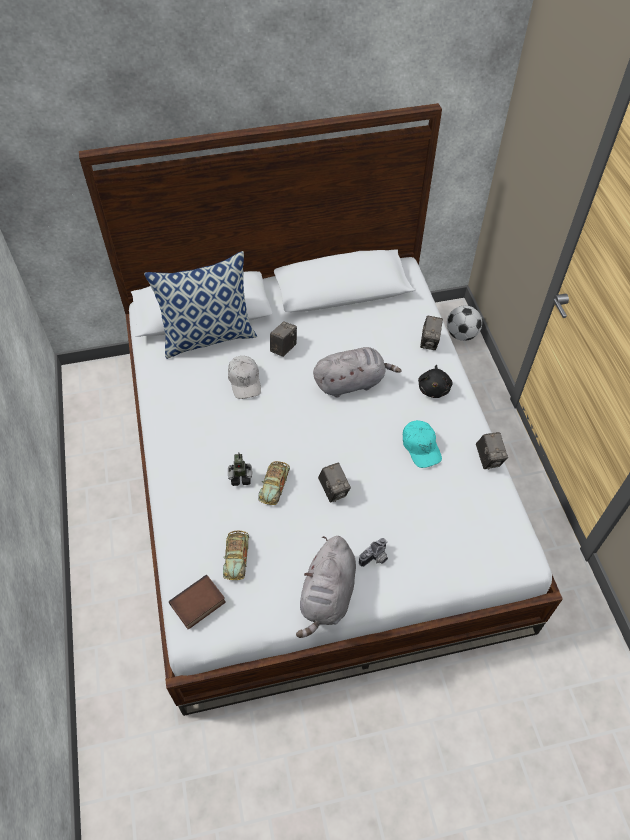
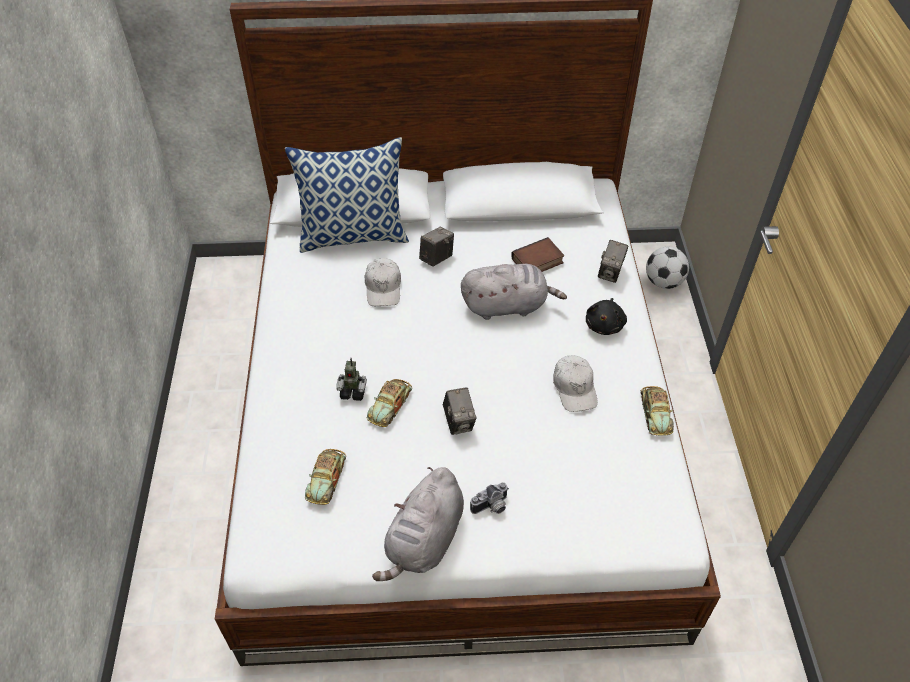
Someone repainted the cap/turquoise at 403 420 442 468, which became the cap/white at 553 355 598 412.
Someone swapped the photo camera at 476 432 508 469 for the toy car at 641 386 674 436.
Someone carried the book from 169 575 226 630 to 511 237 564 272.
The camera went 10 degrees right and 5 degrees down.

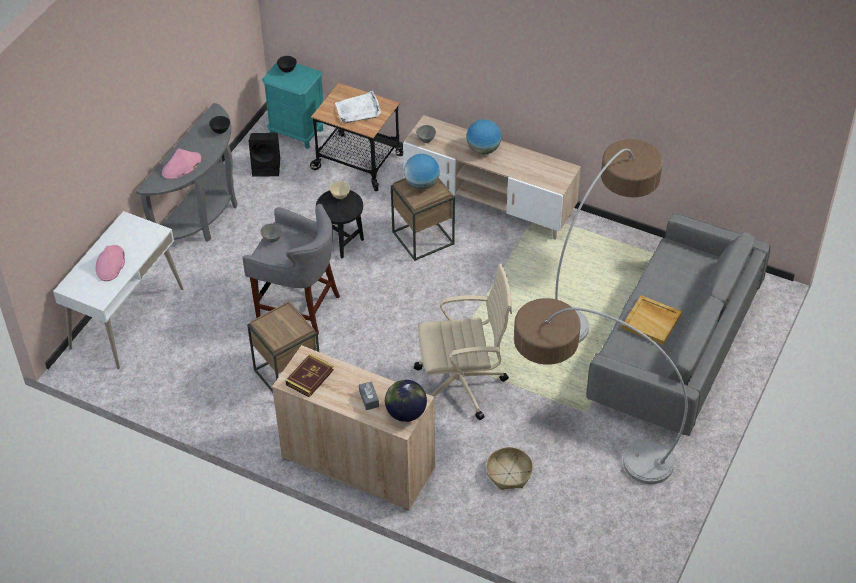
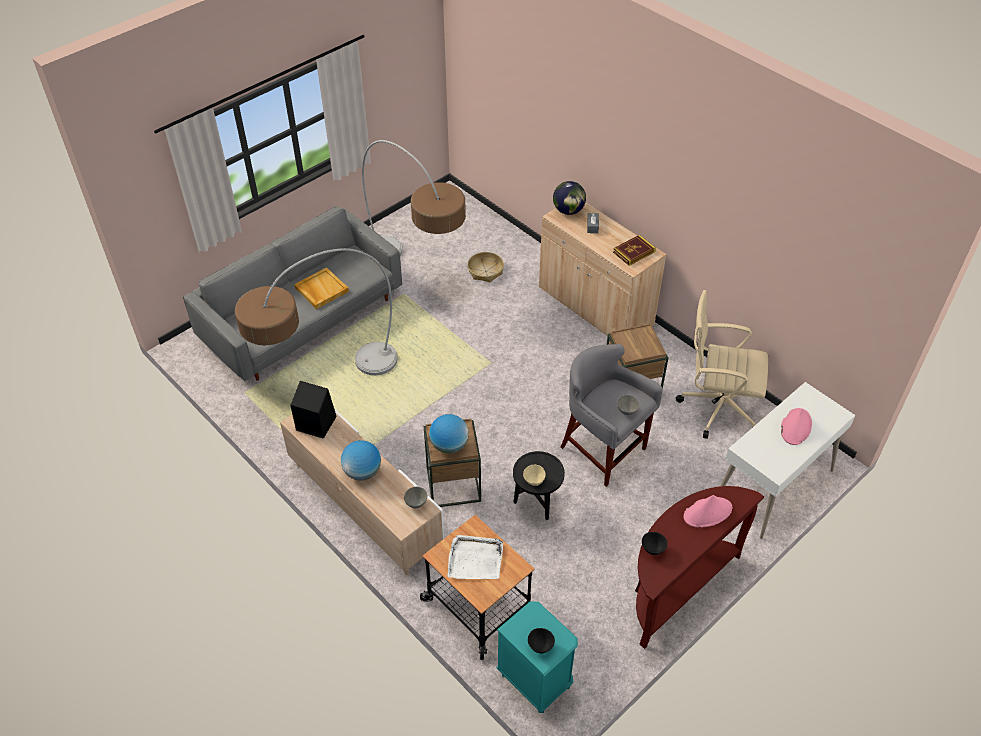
Someone repainted the console table/grey at 136 103 238 242, which became the console table/brown at 635 486 764 649.
Someone carried the speaker/black from 249 133 280 177 to 290 381 337 439.
Someone carried the office chair/beige from 414 263 512 420 to 676 290 768 439.
The camera went 160 degrees left and 0 degrees up.

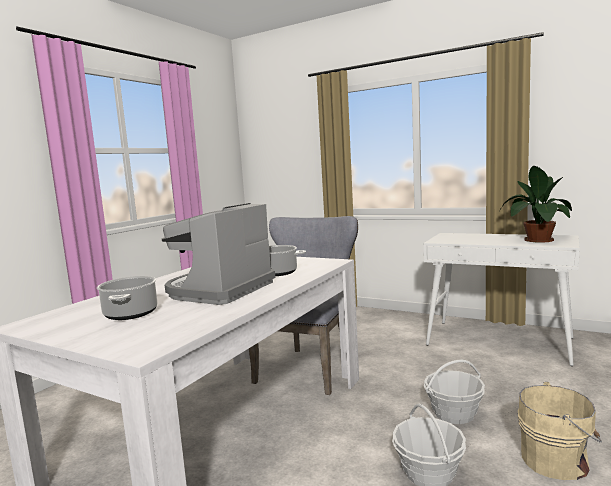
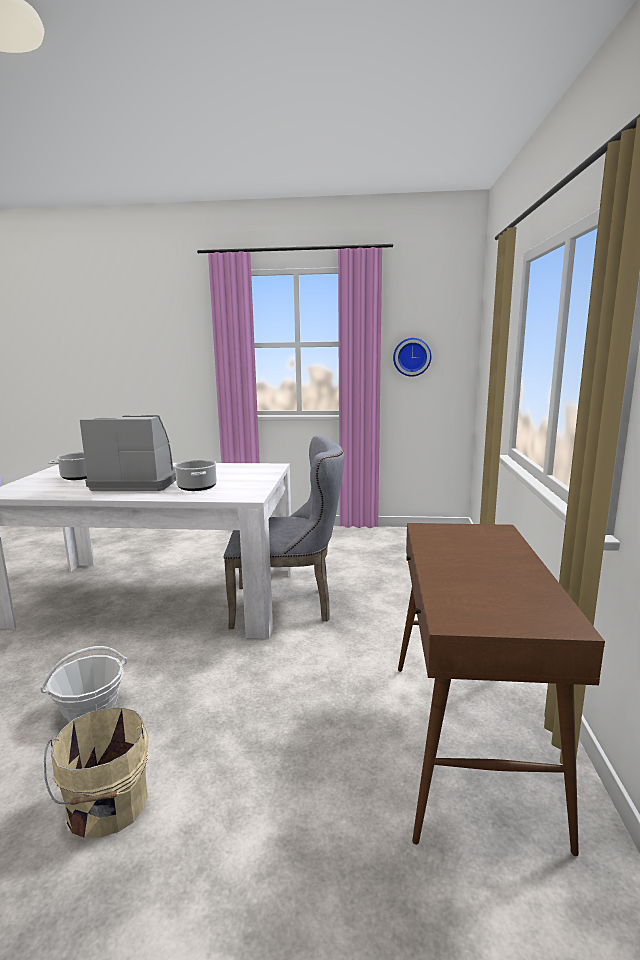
Someone took away the potted plant at 499 166 572 243.
Someone repainted the console table/white at 424 233 580 366, which became the console table/brown at 398 523 605 856.
Someone took away the basket at 424 360 485 424.
Someone put up the wall clock at 393 338 431 377.
The camera went 65 degrees right and 5 degrees up.

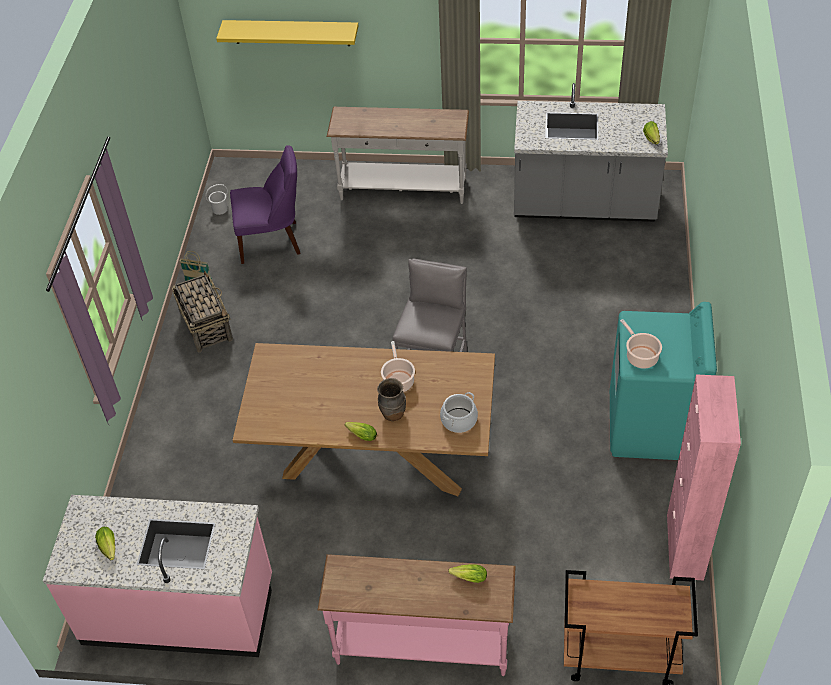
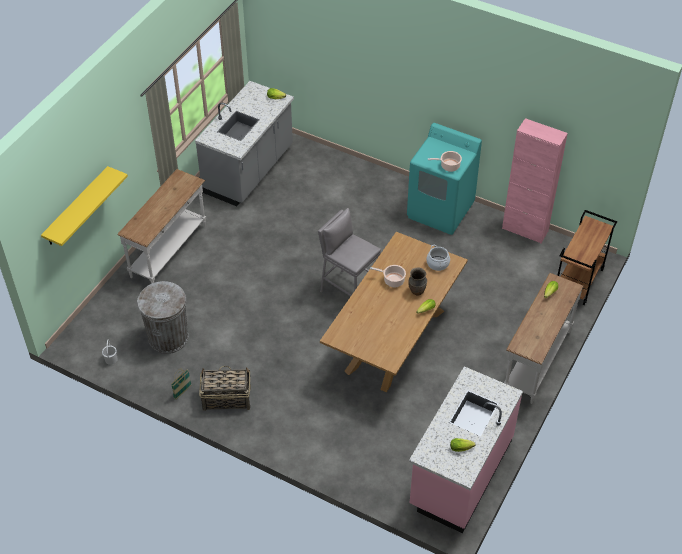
Someone swapped the chair/purple at 230 146 301 264 for the trash can/grey at 137 281 188 354.
Someone repainted the console table/pink at 318 554 516 676, which became the console table/white at 504 273 583 404.
The camera went 70 degrees left and 0 degrees up.

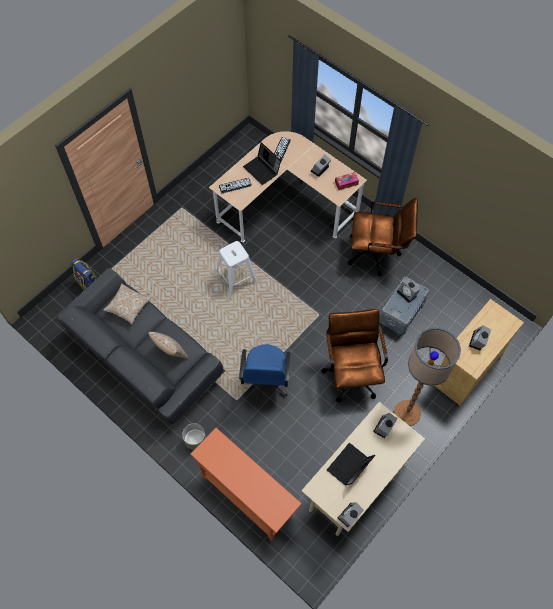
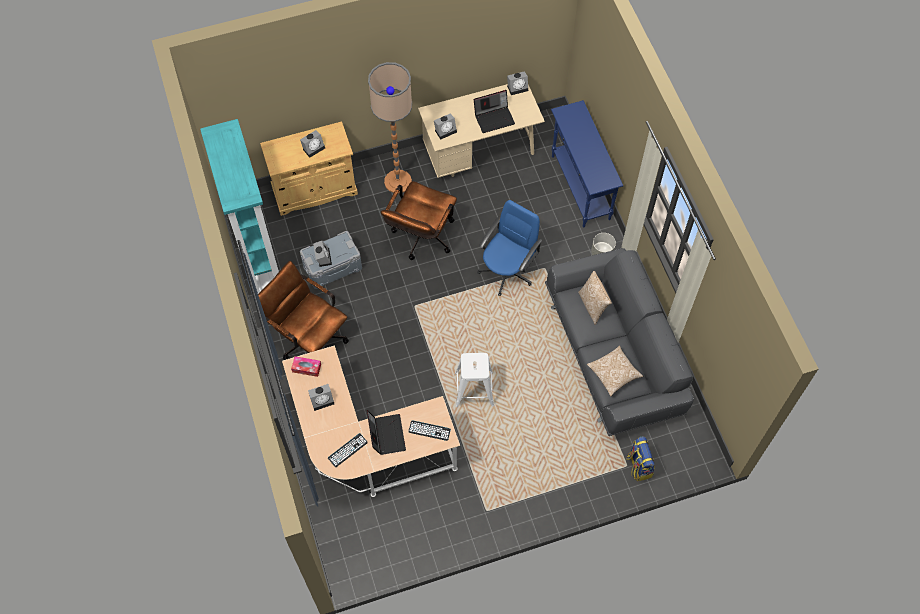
Someone repainted the console table/orange at 190 428 302 541, which became the console table/blue at 551 100 623 227.
Someone put down the bookcase/turquoise at 200 119 279 293.
The camera went 150 degrees left and 0 degrees up.

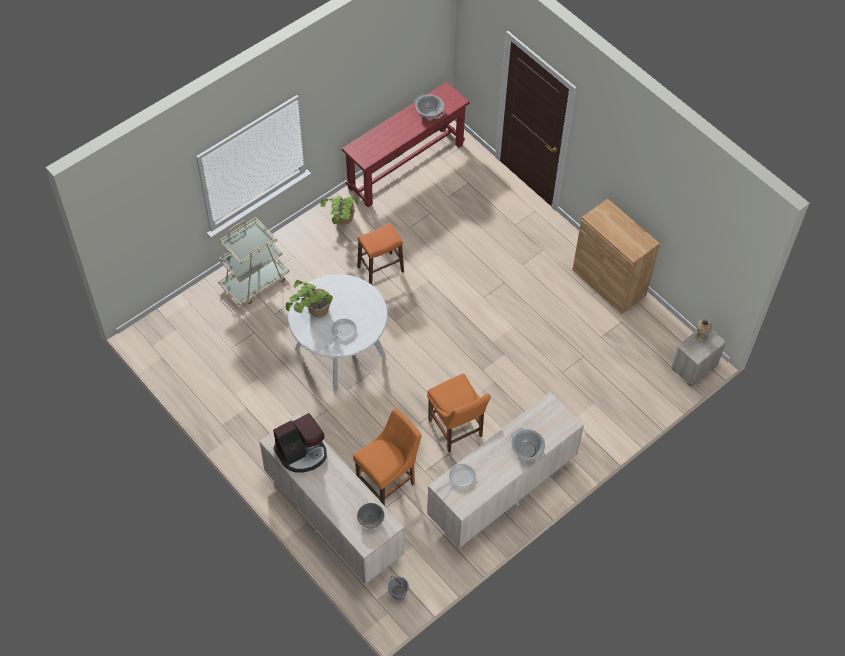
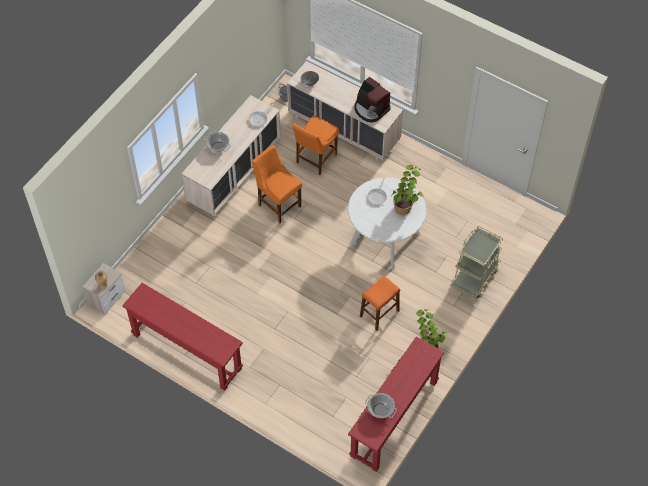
Someone swapped the cabinet/brown at 572 199 660 314 for the console table/red at 122 283 243 391.
Someone rotated the coffee machine at 273 413 327 473 by 90 degrees counterclockwise.
The camera went 165 degrees right and 0 degrees up.

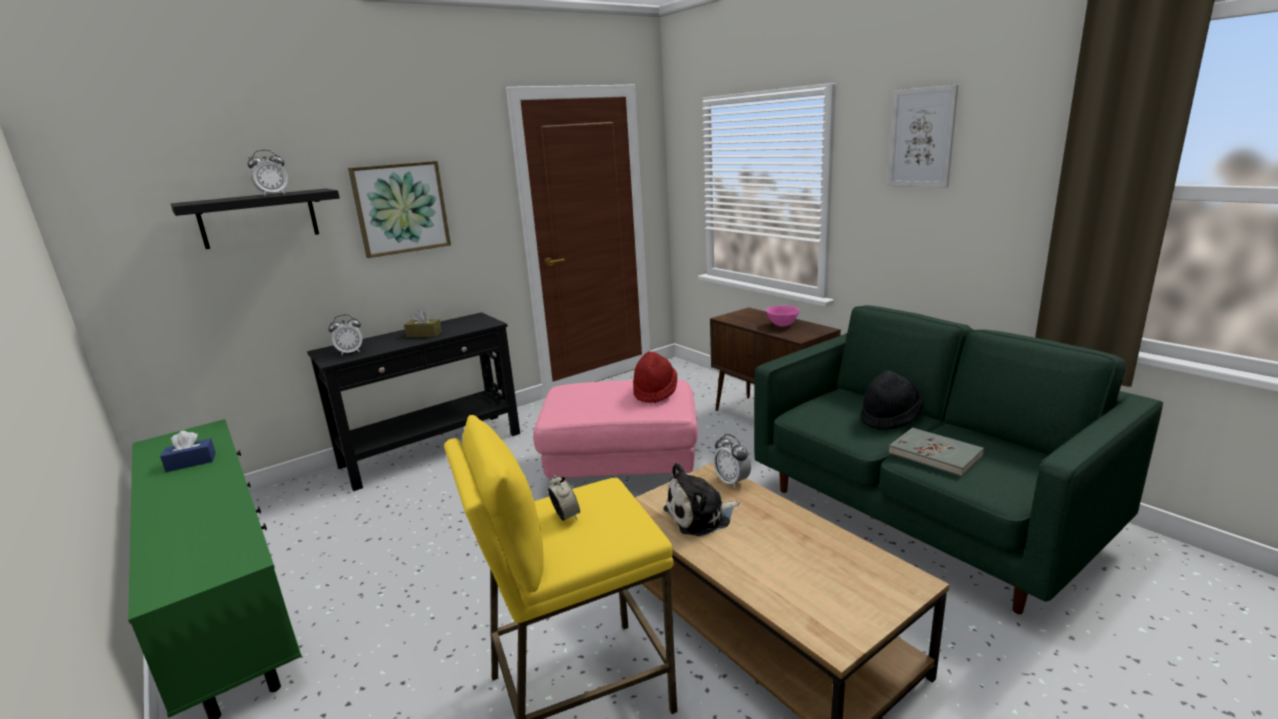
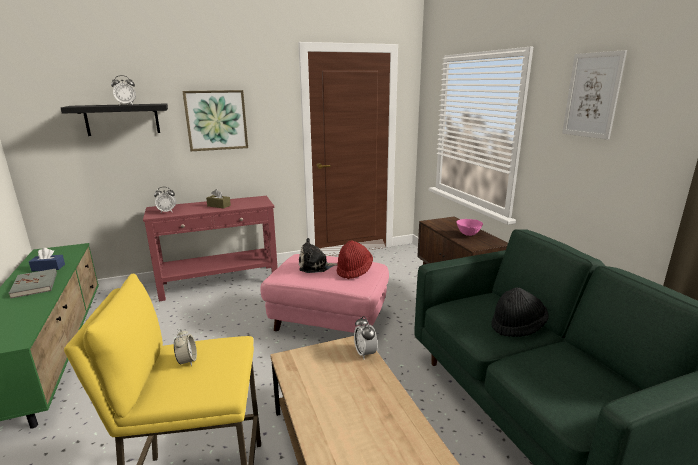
Someone repainted the console table/black at 307 312 520 491, which became the console table/red at 143 196 278 302.
Someone carried the book/grey from 889 428 984 477 to 9 269 57 299.
Someone carried the plush toy from 664 463 740 536 to 299 238 337 273.
The camera went 15 degrees right and 0 degrees up.

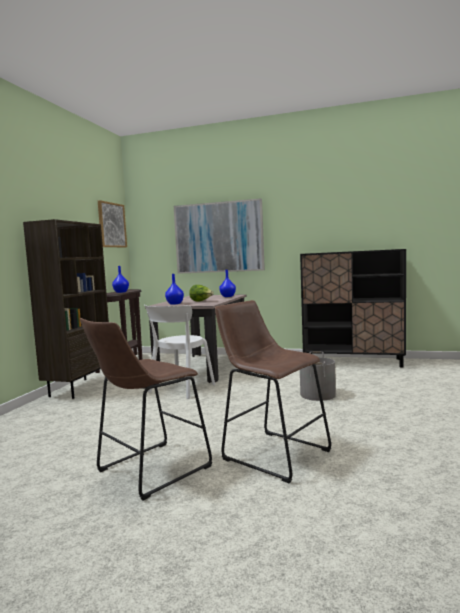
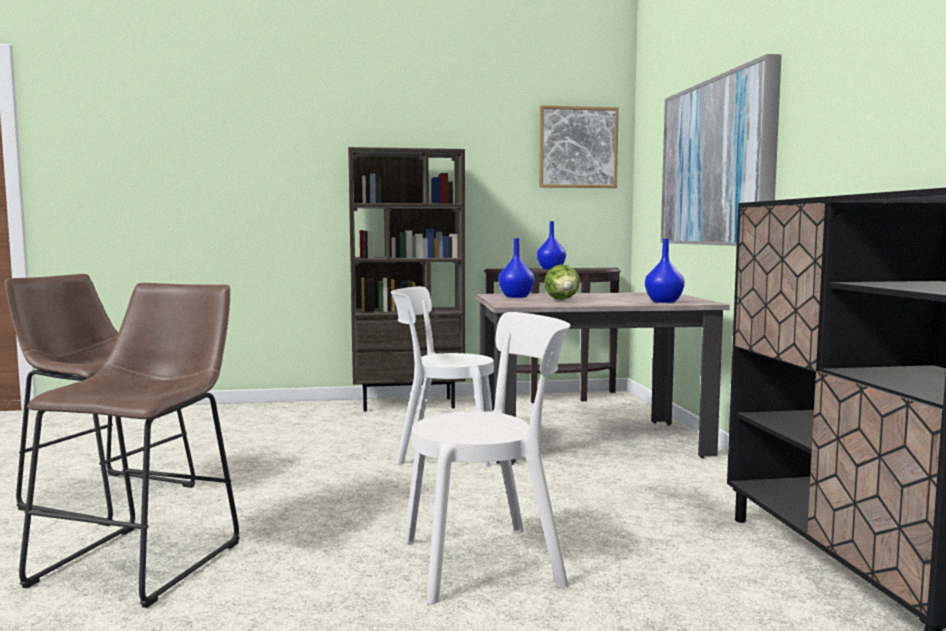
Someone swapped the bucket/grey at 300 351 336 401 for the chair/white at 404 312 571 604.
The camera went 65 degrees right and 0 degrees up.

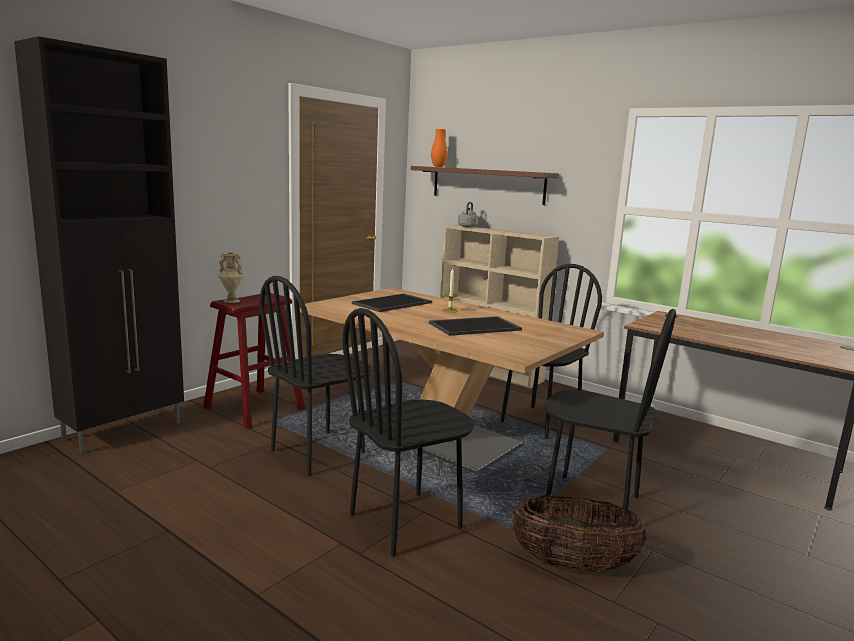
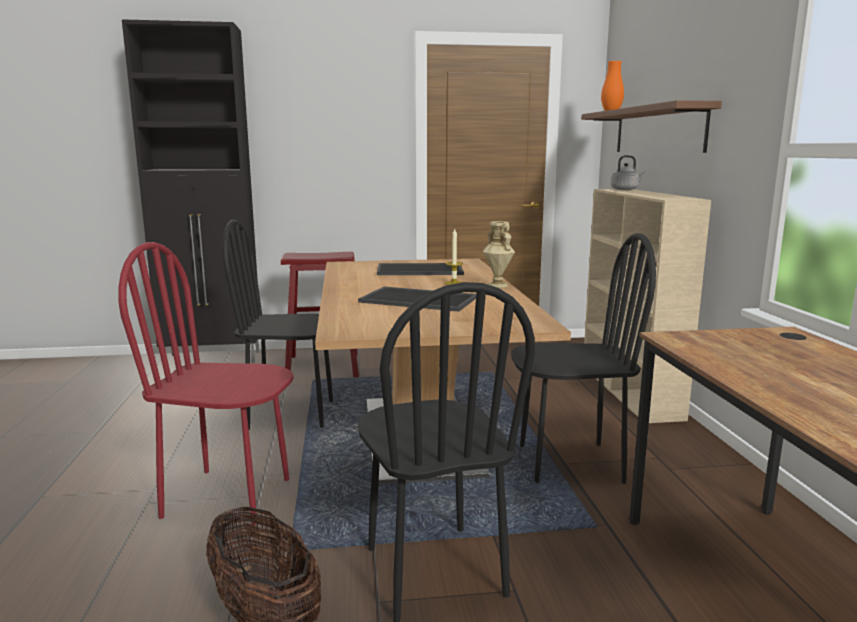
Someone carried the vase/beige from 218 252 244 303 to 483 221 515 288.
Someone repainted the chair/black at 342 308 474 557, which became the chair/red at 118 242 294 525.
The camera went 45 degrees right and 0 degrees up.

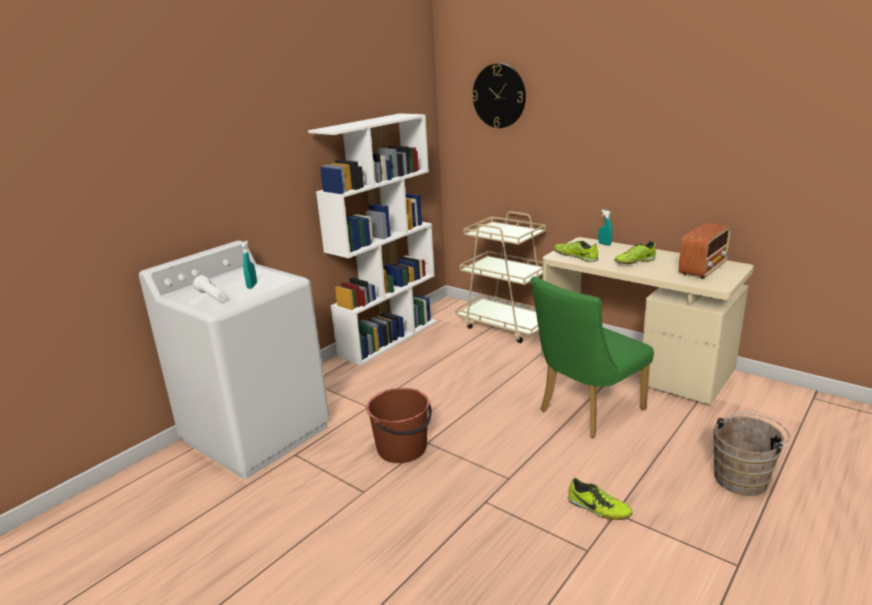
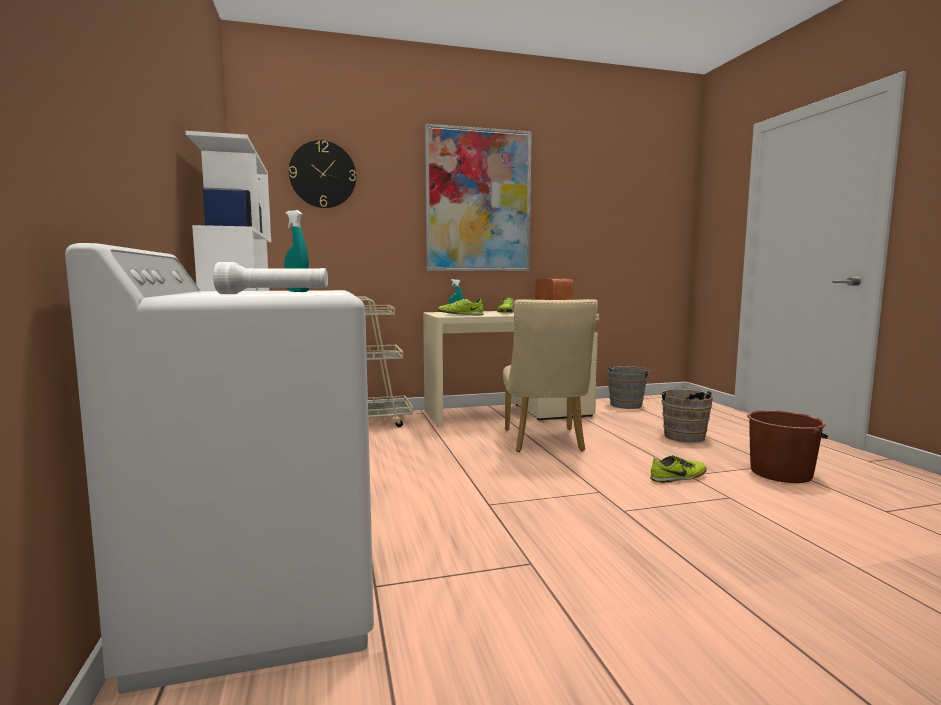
Someone repainted the chair/green at 530 276 654 438, which became the chair/beige at 503 299 598 452.
Someone carried the bucket/brown from 366 388 432 463 to 747 410 828 483.
Someone put up the picture at 425 124 532 271.
Someone put down the bucket/grey at 607 366 650 409.
The camera went 55 degrees left and 15 degrees down.

